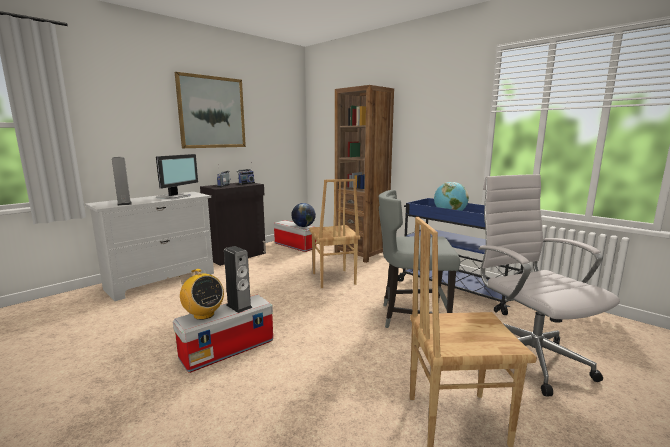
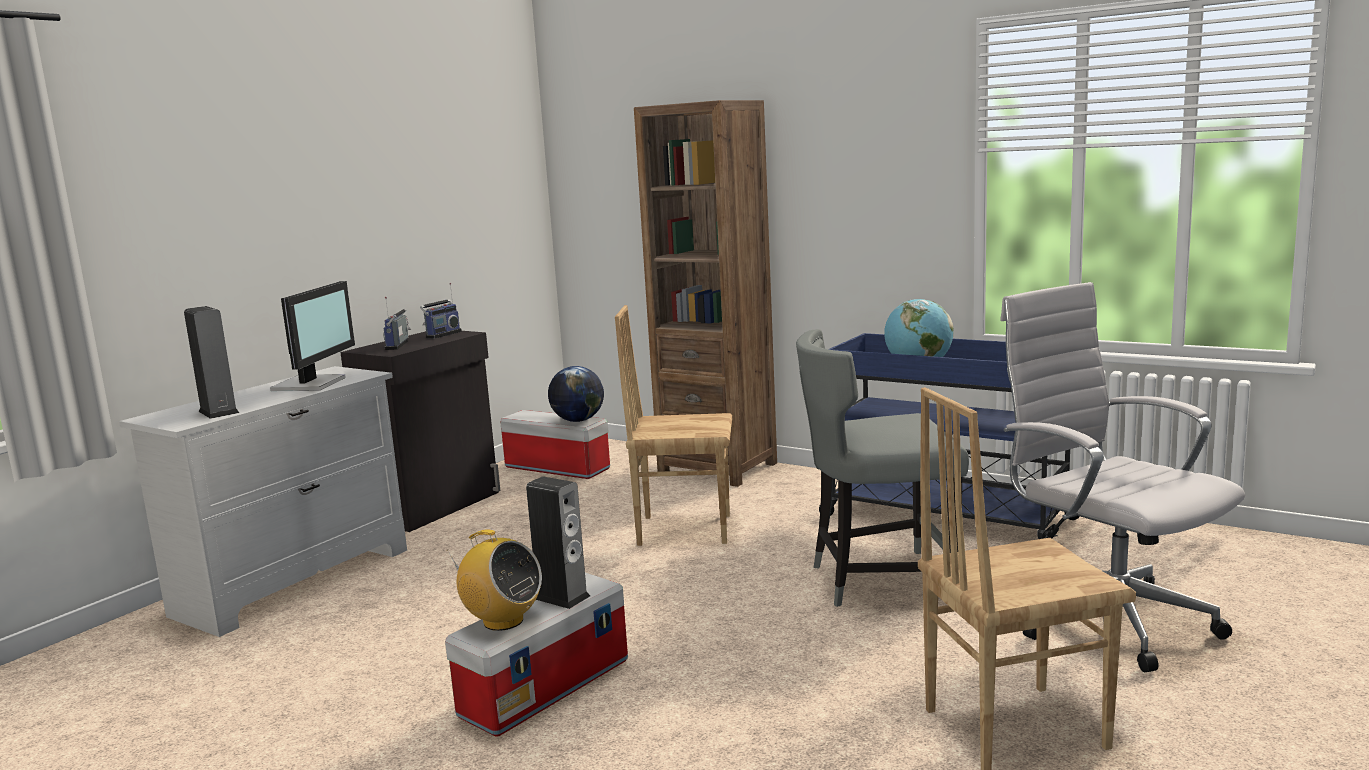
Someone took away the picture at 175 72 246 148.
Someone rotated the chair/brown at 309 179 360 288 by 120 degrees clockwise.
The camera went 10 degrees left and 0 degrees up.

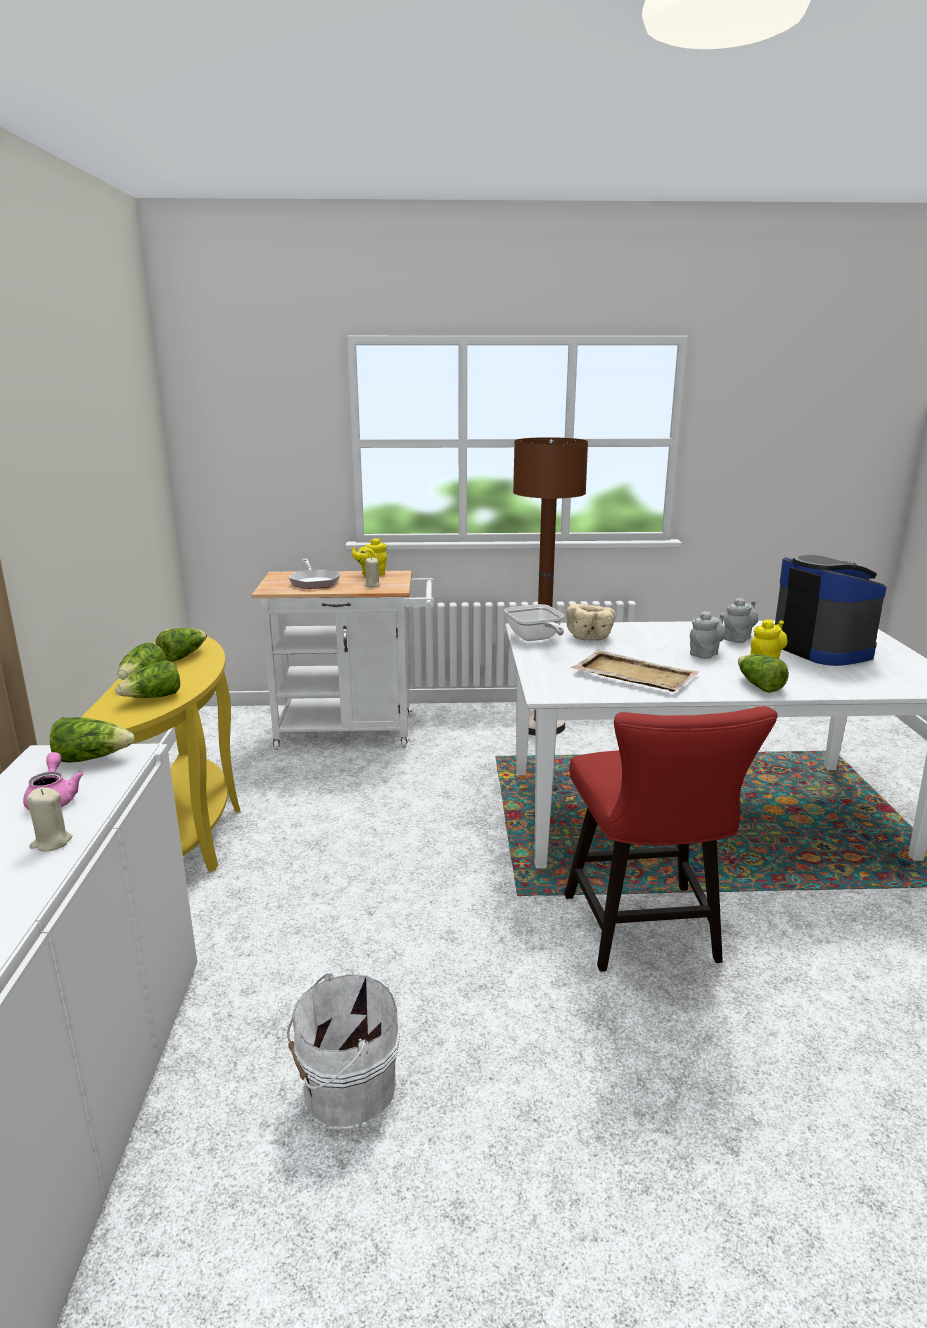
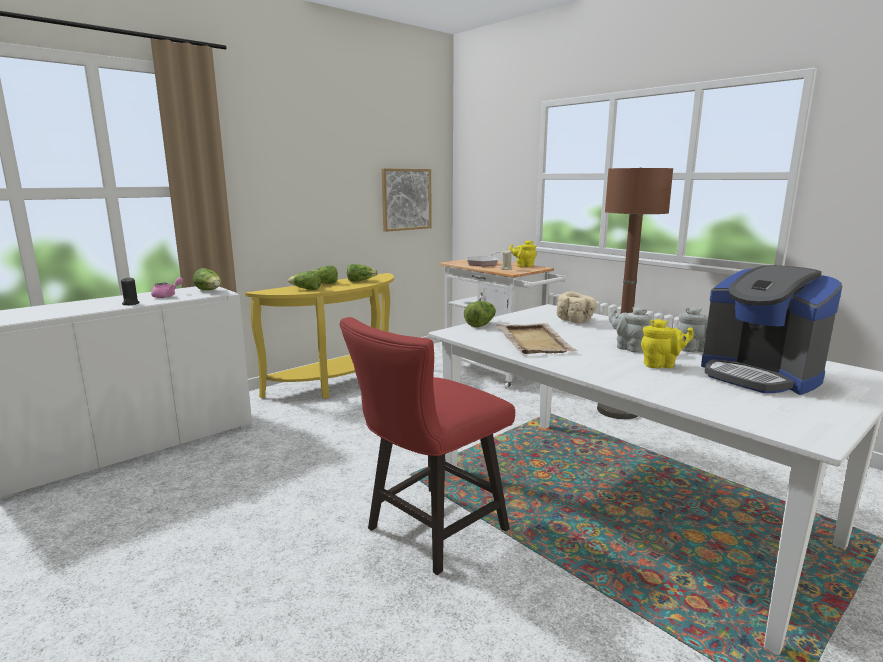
Someone rotated the coffee machine at 775 554 887 666 by 120 degrees clockwise.
Someone took away the frying pan at 504 604 564 641.
Someone rotated the teapot/grey at 690 611 726 659 by 135 degrees counterclockwise.
Someone carried the lettuce from 738 654 789 693 to 464 301 496 328.
Someone repainted the candle/beige at 27 787 72 851, which became the candle/black at 121 278 140 305.
Someone took away the bucket/white at 287 973 400 1127.
Someone put up the picture at 382 168 432 232.
The camera went 50 degrees right and 5 degrees down.

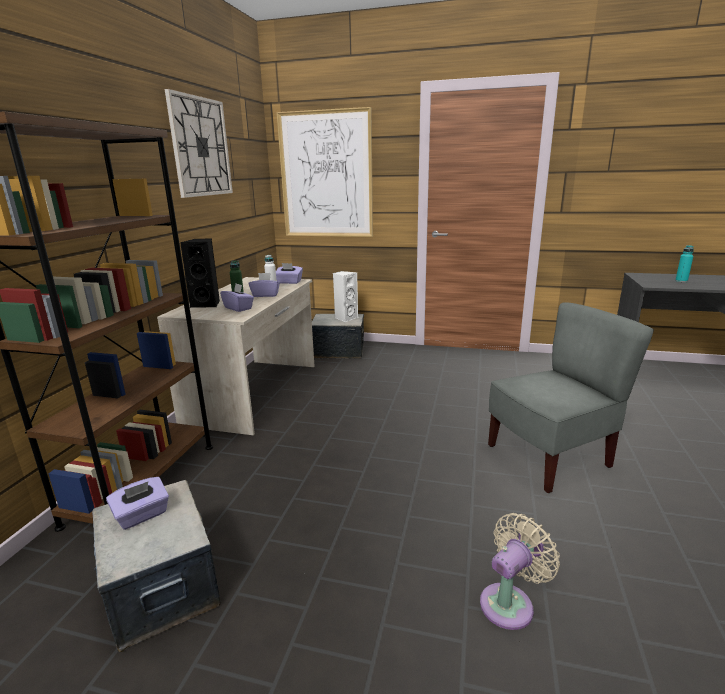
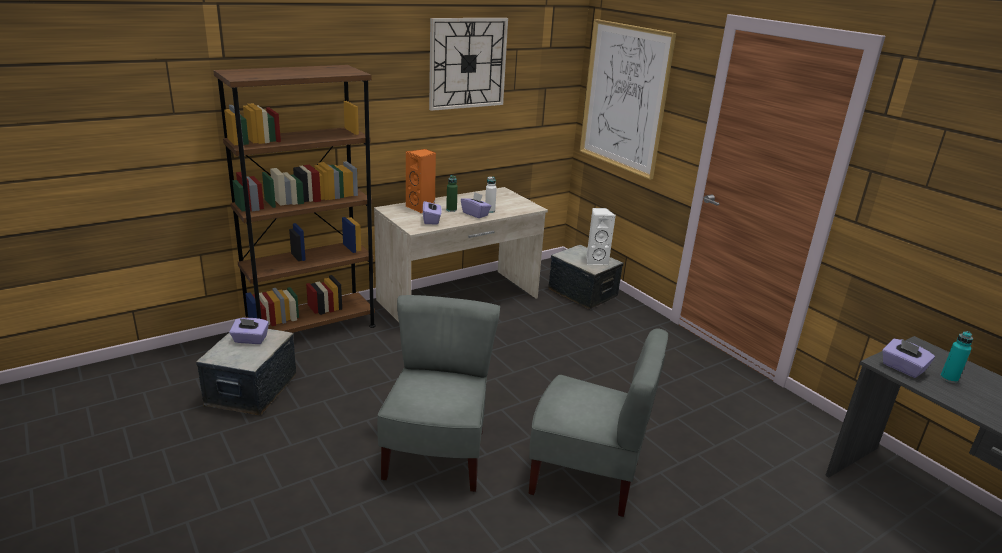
Someone repainted the speaker/black at 180 238 220 308, which became the speaker/orange at 406 149 436 213.
Someone carried the tissue box/purple from 276 263 303 284 to 882 339 935 378.
Someone took away the fan/beige at 480 513 560 630.
Someone put down the chair/grey at 377 295 500 492.
The camera went 40 degrees right and 5 degrees up.

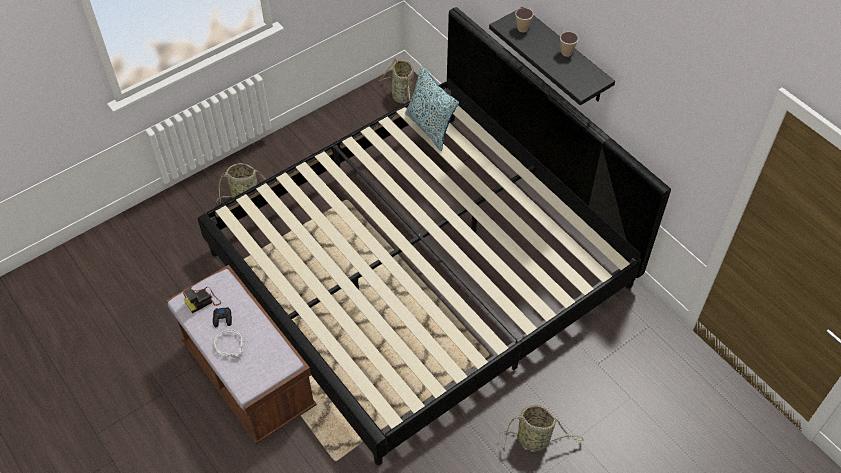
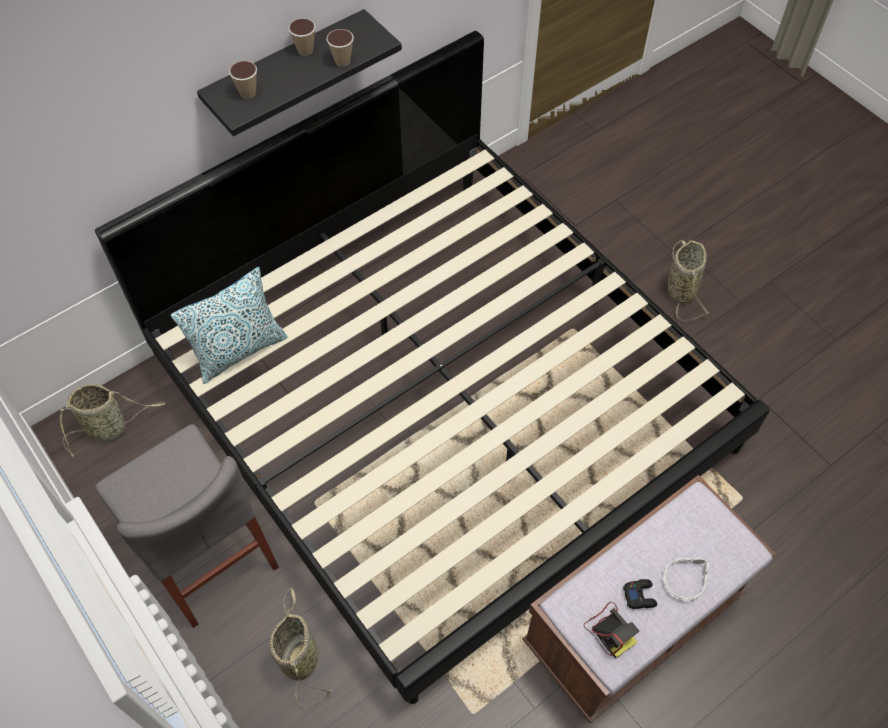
Someone put down the cup at 326 29 354 67.
Someone put down the chair/grey at 95 424 279 628.
The camera went 90 degrees left and 5 degrees up.

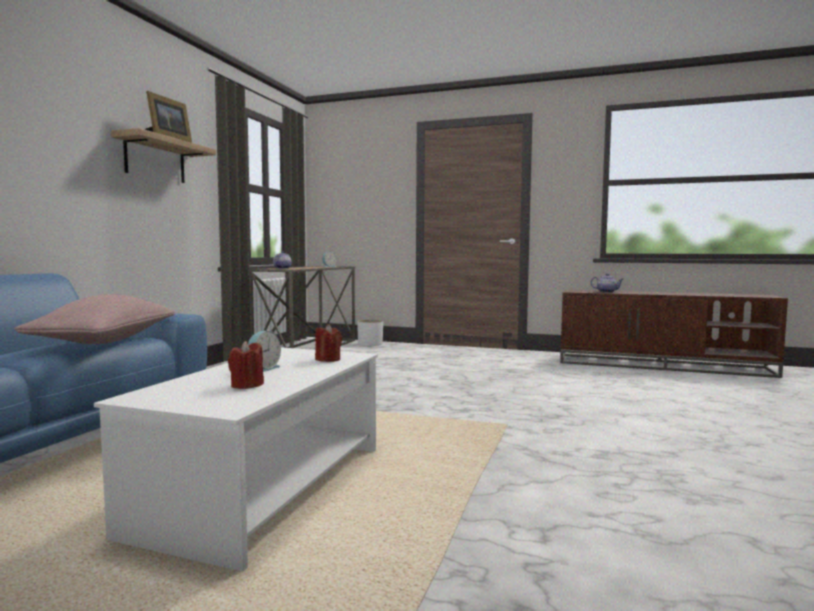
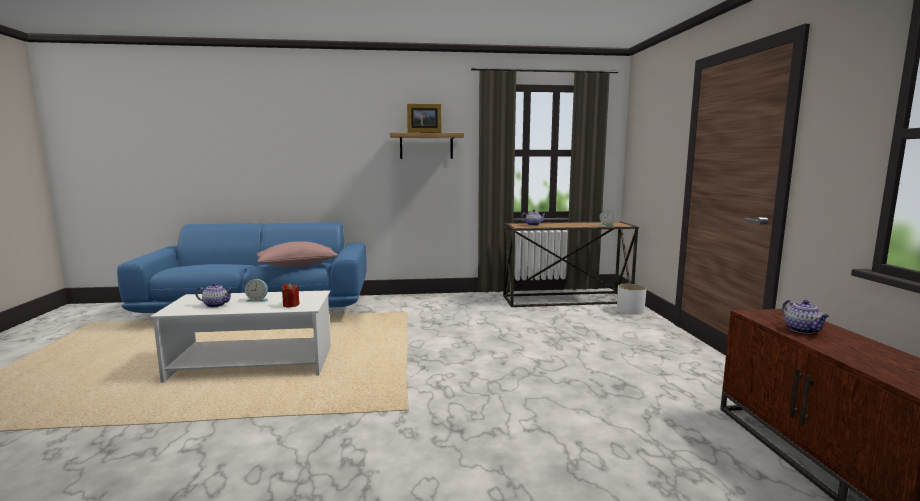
Someone swapped the candle/red at 228 341 264 389 for the teapot at 196 283 233 307.
The camera went 65 degrees right and 5 degrees up.

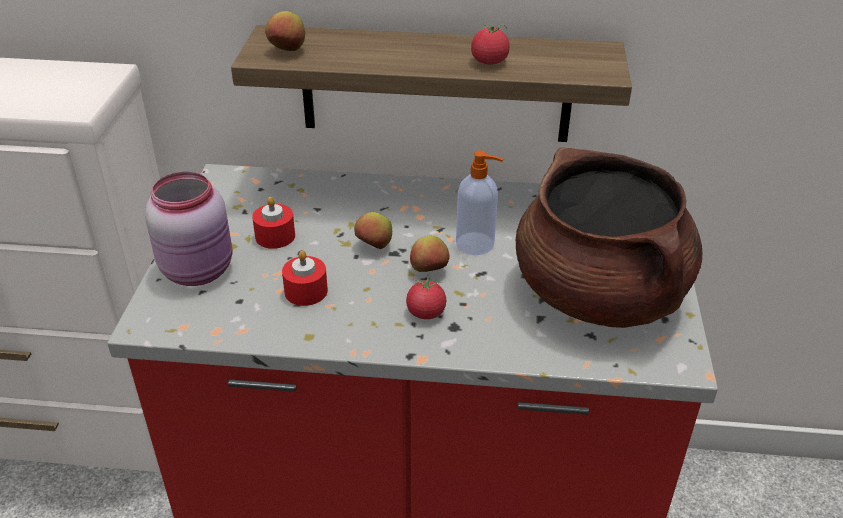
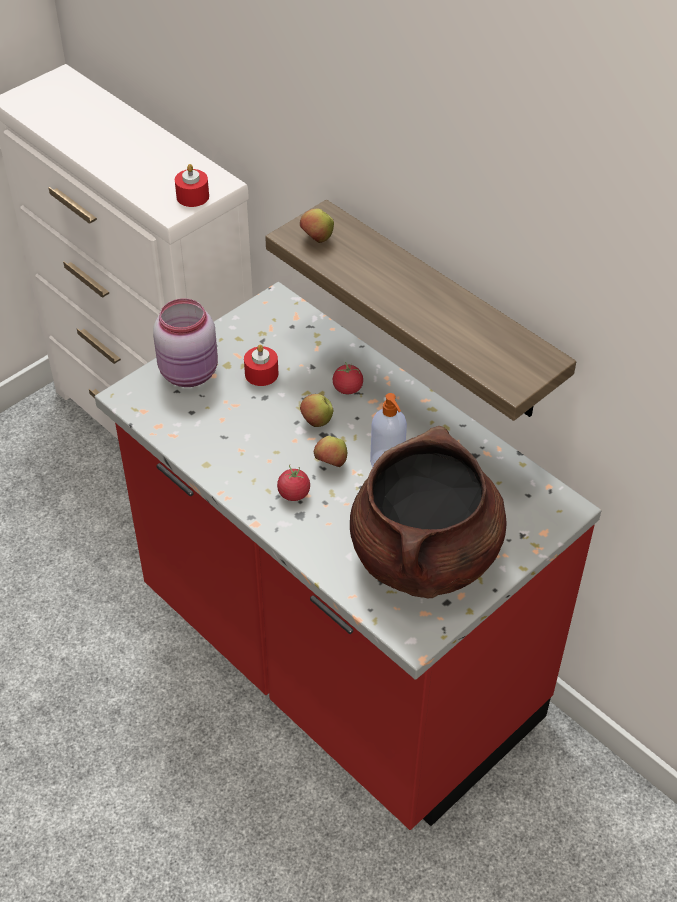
Someone carried the tomato from 471 24 510 65 to 333 362 363 394.
Someone carried the candle/red from 282 250 328 306 to 175 164 209 207.
The camera went 40 degrees right and 10 degrees up.

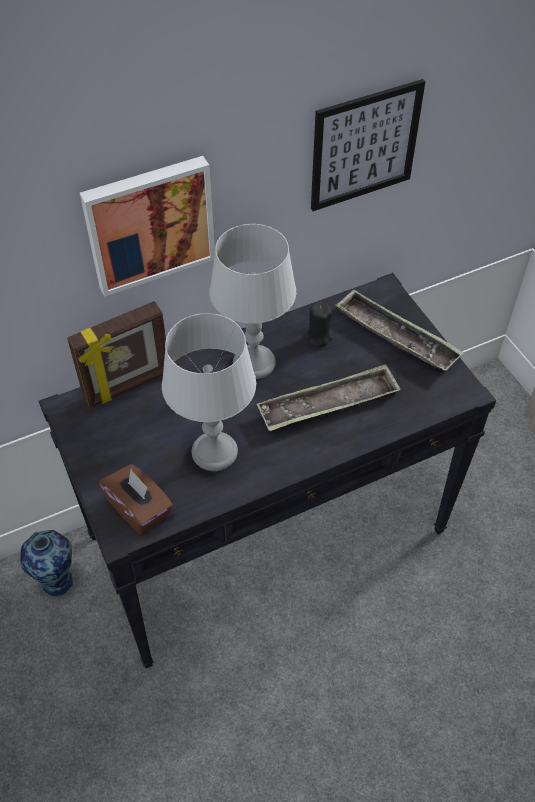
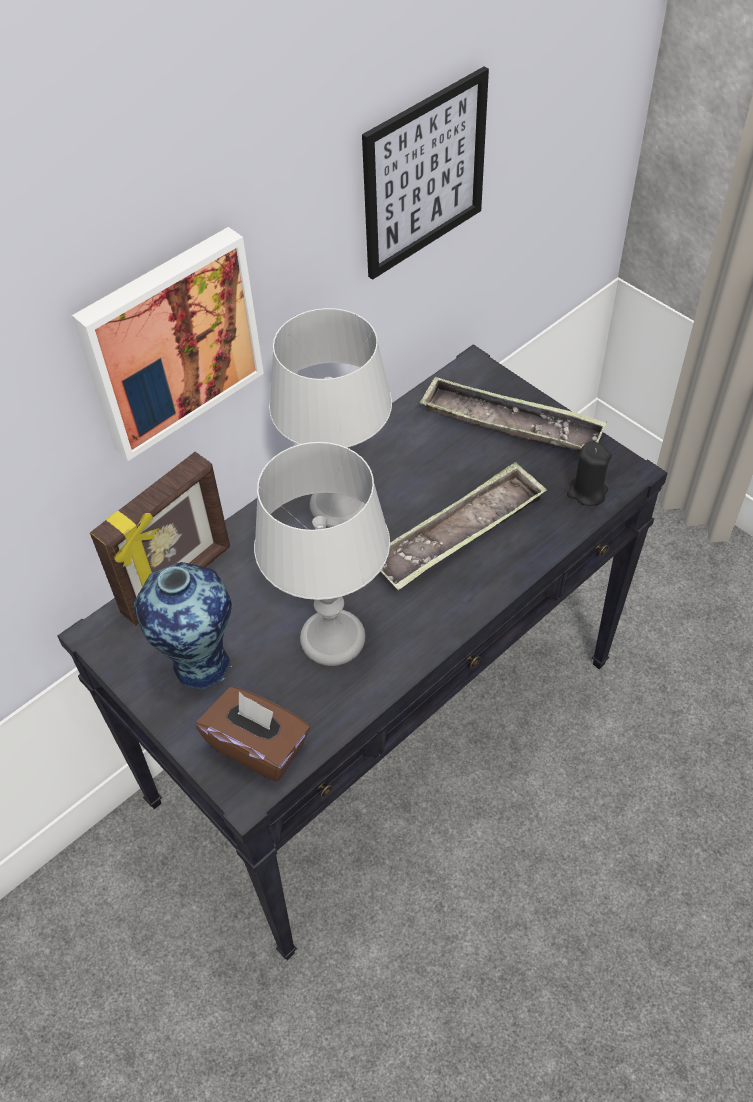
Someone carried the candle/black from 303 301 333 347 to 567 441 612 506.
Someone carried the vase from 20 530 73 597 to 134 562 232 689.
The camera went 15 degrees left and 0 degrees up.

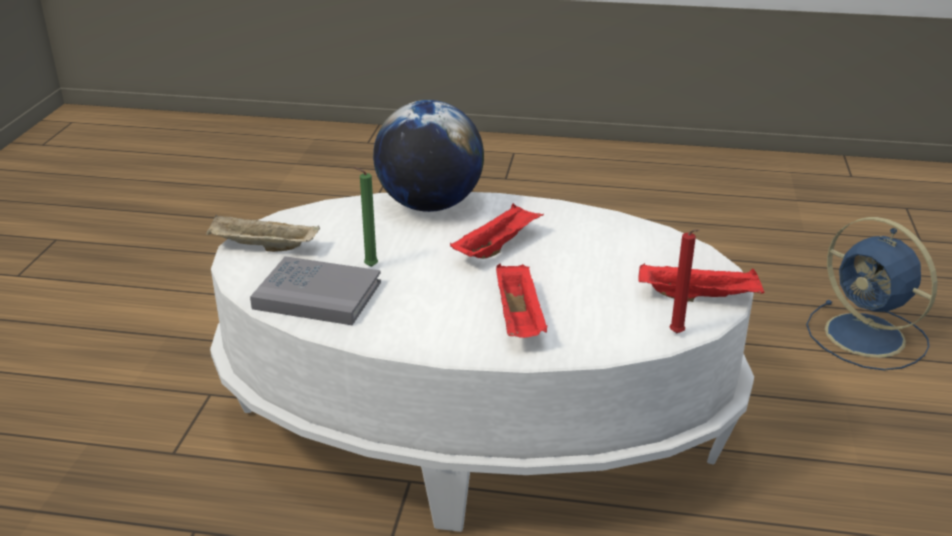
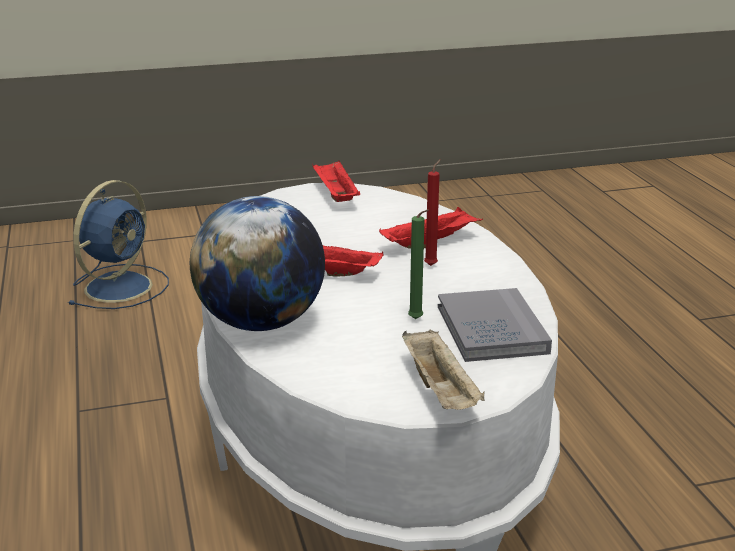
Someone carried the candle/red from 670 229 700 333 to 424 159 441 266.
The camera went 115 degrees left and 5 degrees down.

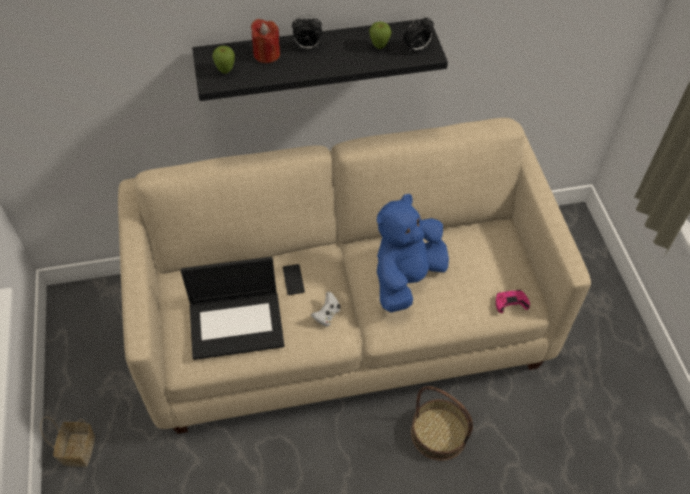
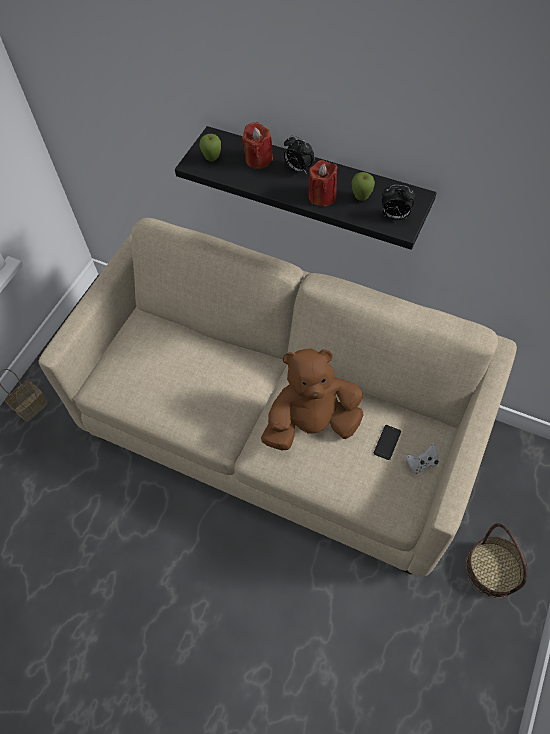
Someone repainted the plush toy/blue at 377 194 449 313, which became the plush toy/brown at 261 349 364 450.
Someone took away the laptop at 181 257 284 360.
Someone carried the phone from 283 264 305 295 to 374 425 401 460.
Someone took away the game controller/pink at 496 290 530 313.
Someone carried the game controller/white from 311 292 341 327 to 406 443 439 474.
Someone carried the basket from 411 386 473 461 to 466 523 527 598.
Someone put down the candle/red at 309 160 338 206.
The camera went 40 degrees right and 5 degrees up.

